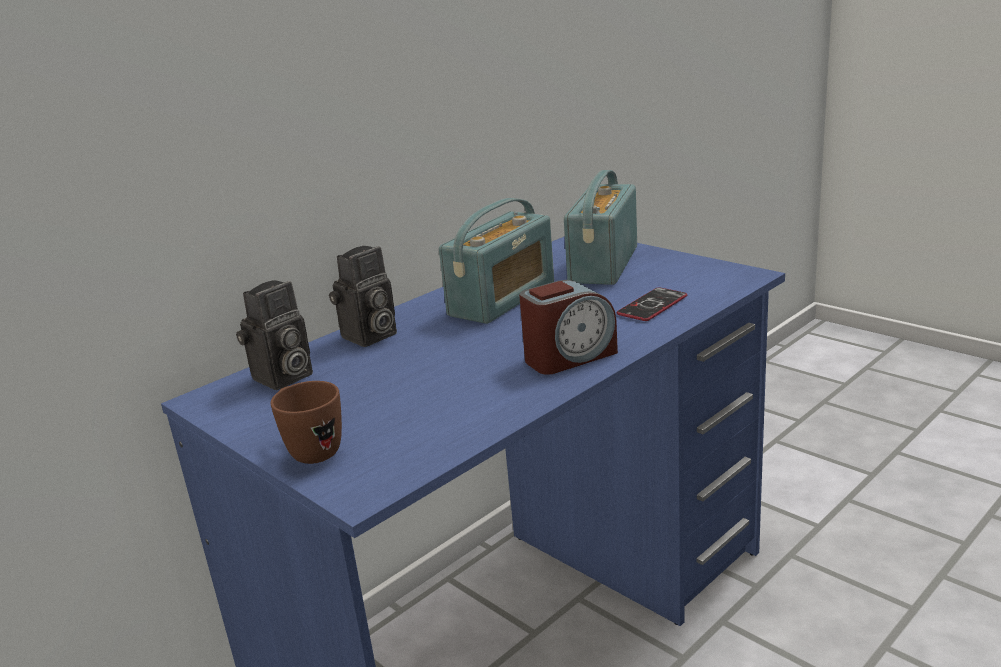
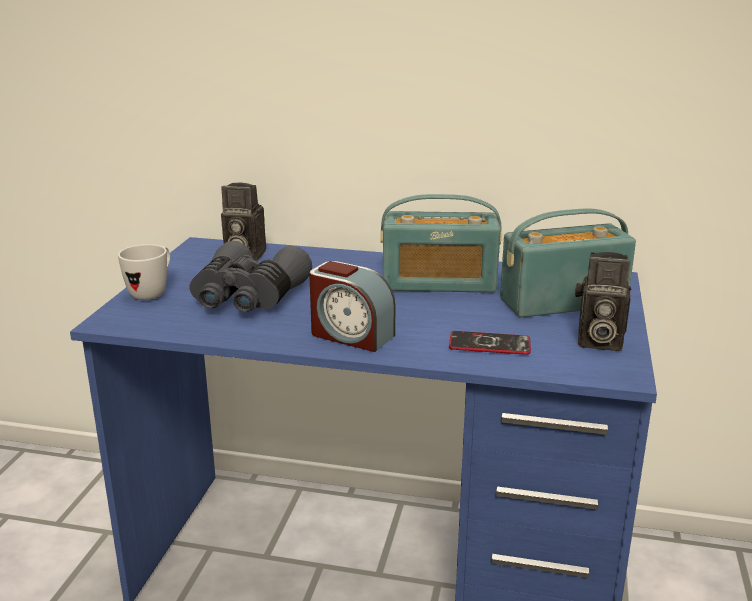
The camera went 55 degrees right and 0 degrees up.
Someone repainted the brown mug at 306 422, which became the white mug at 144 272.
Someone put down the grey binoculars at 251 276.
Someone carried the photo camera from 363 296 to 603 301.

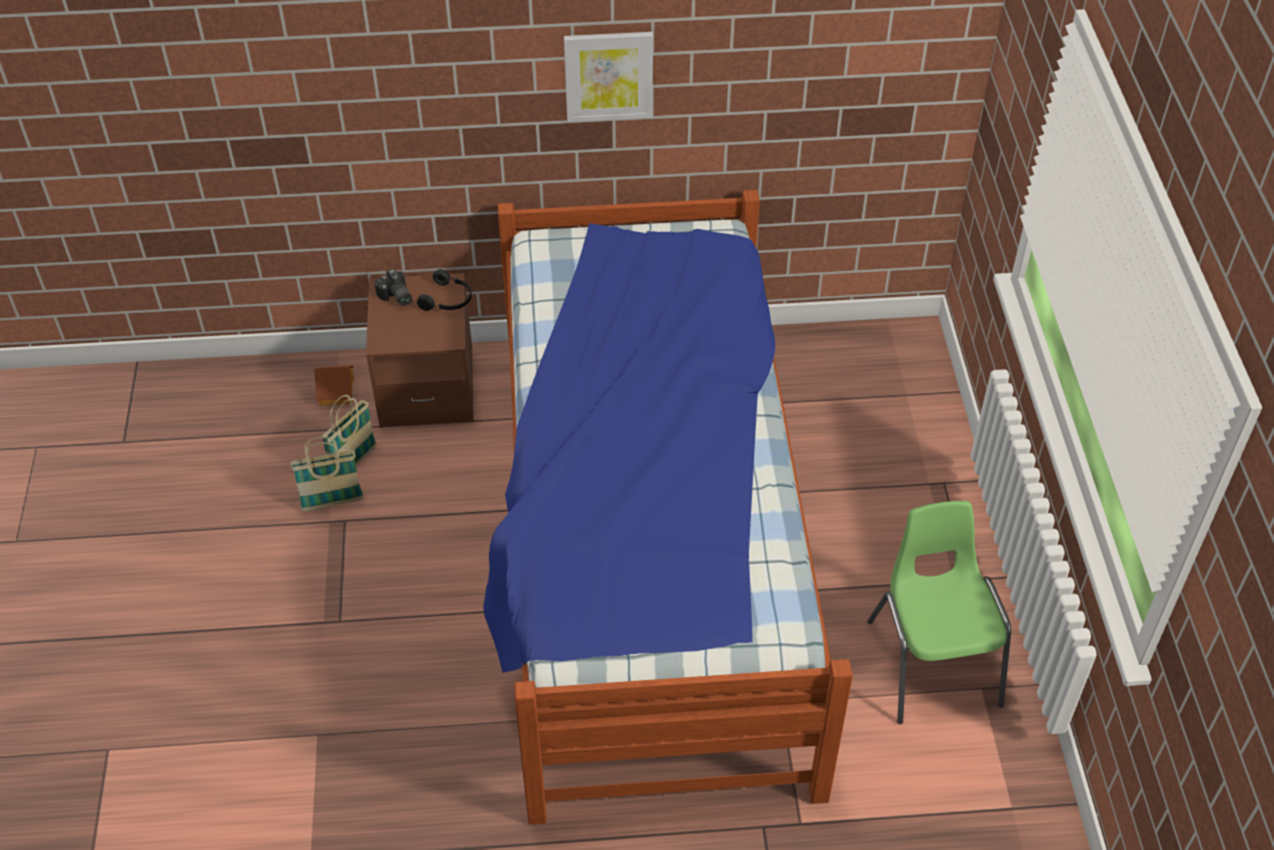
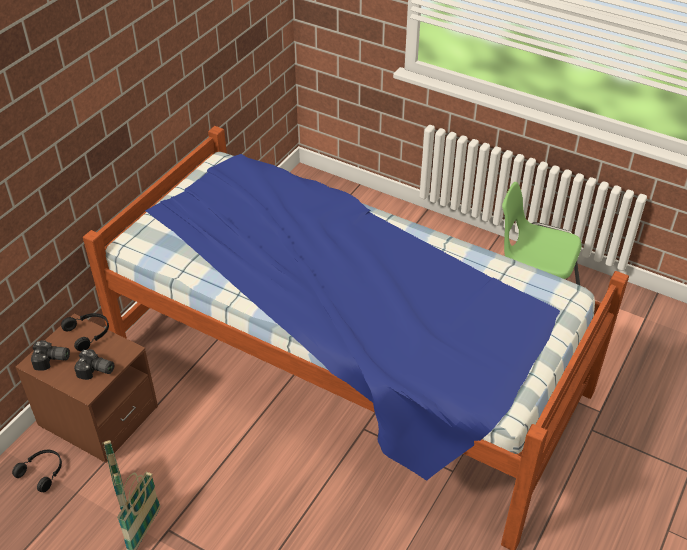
The camera went 55 degrees left and 5 degrees down.
Someone swapped the toy house at 334 386 for the black headphones at 37 471.
Someone put down the photo camera at 94 364.
Someone took away the picture at 608 77.

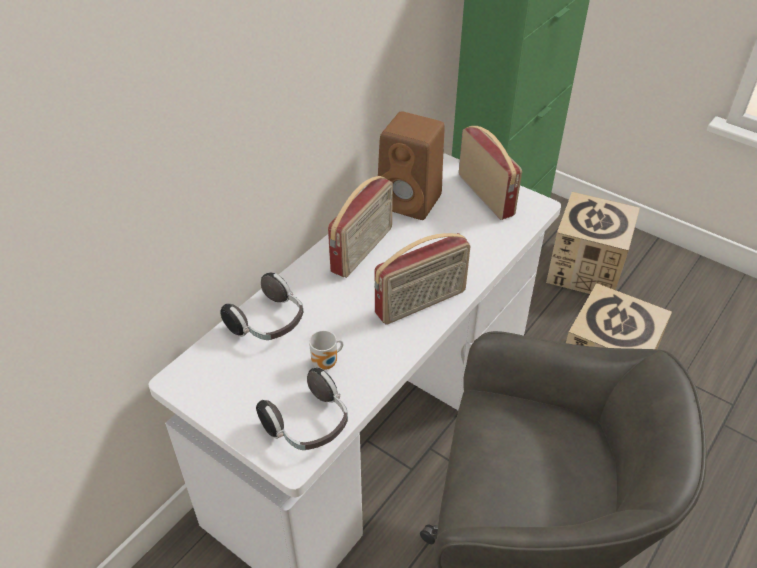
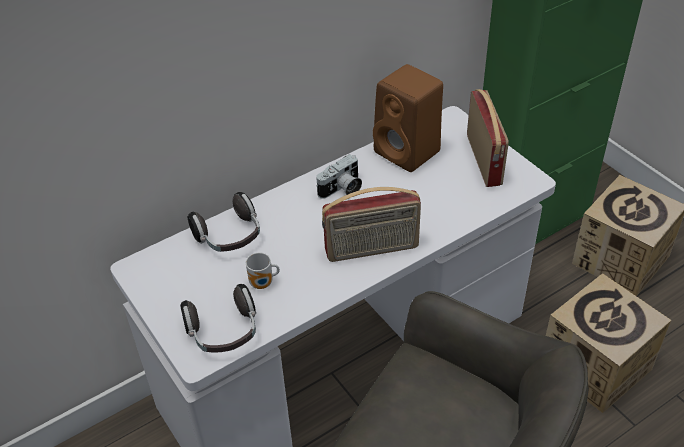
The camera went 20 degrees right and 0 degrees up.
Someone swapped the radio at 360 227 for the photo camera at 339 176.

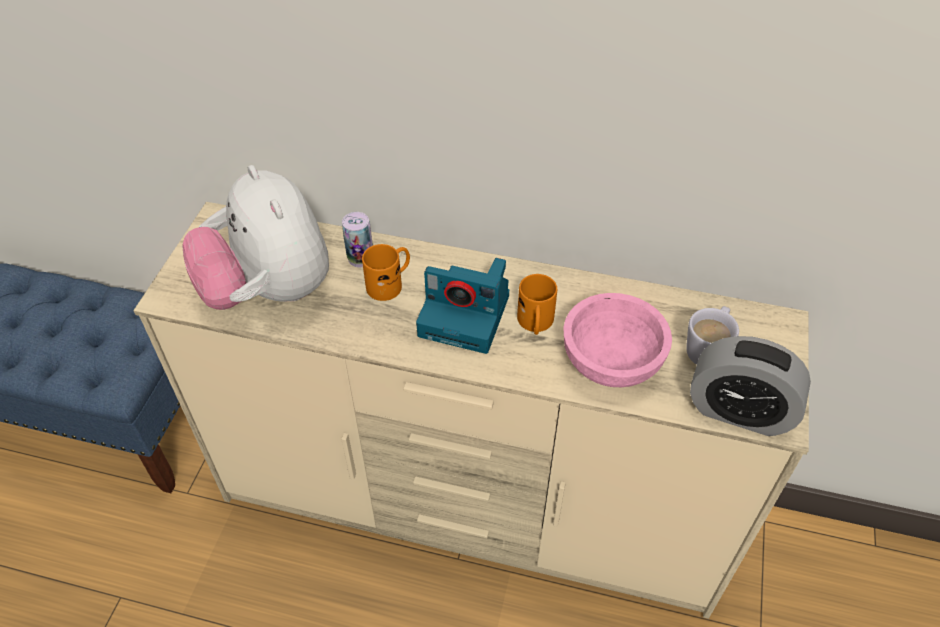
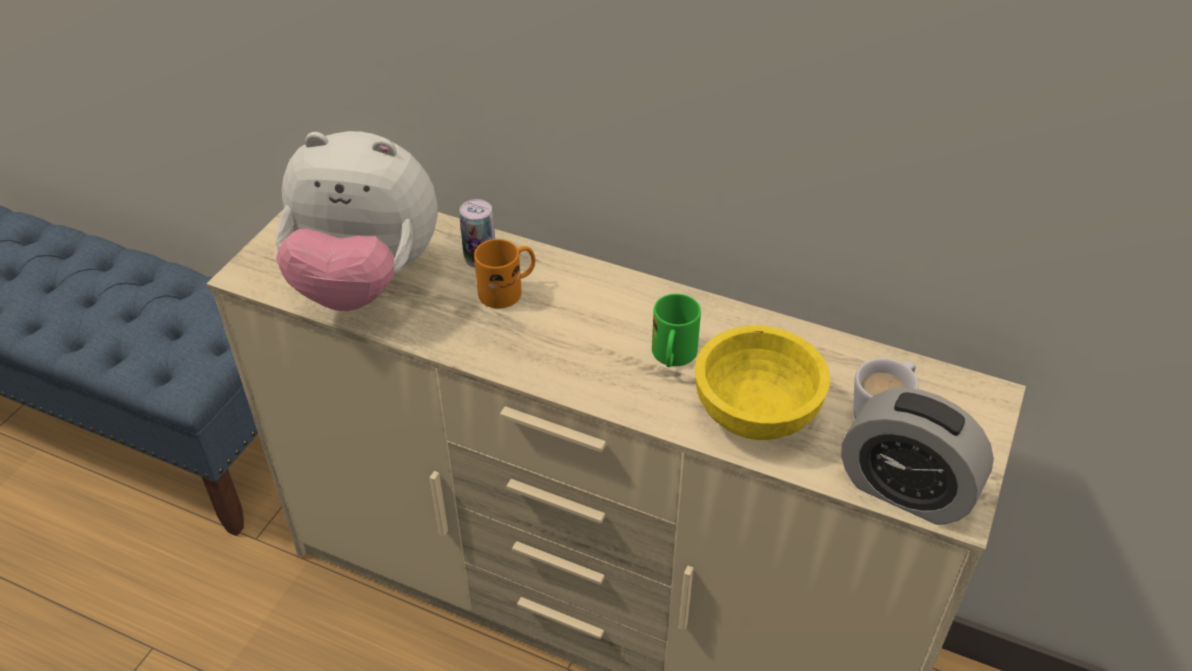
The camera went 10 degrees right and 5 degrees down.
Someone rotated the plush toy at 255 237 by 60 degrees counterclockwise.
Someone repainted the orange mug at 537 304, which became the green mug at 676 330.
Someone repainted the pink bowl at 618 340, which became the yellow bowl at 762 383.
Someone took away the photo camera at 462 306.

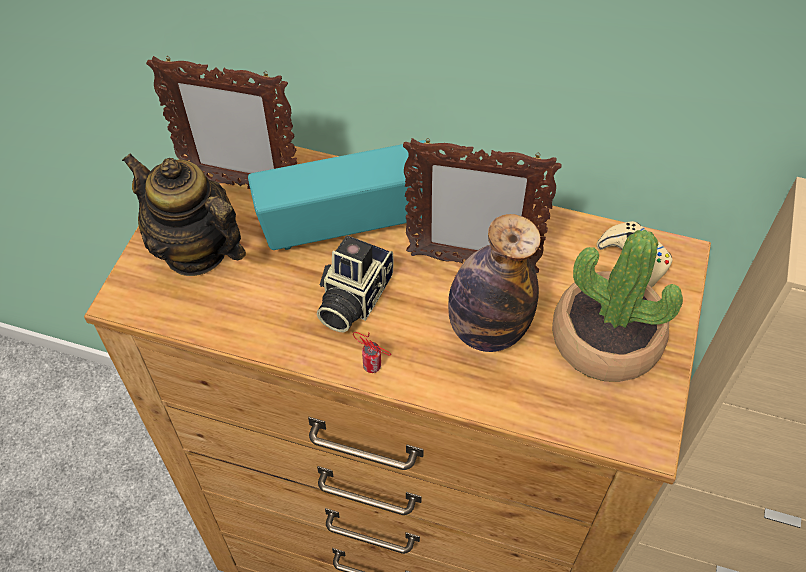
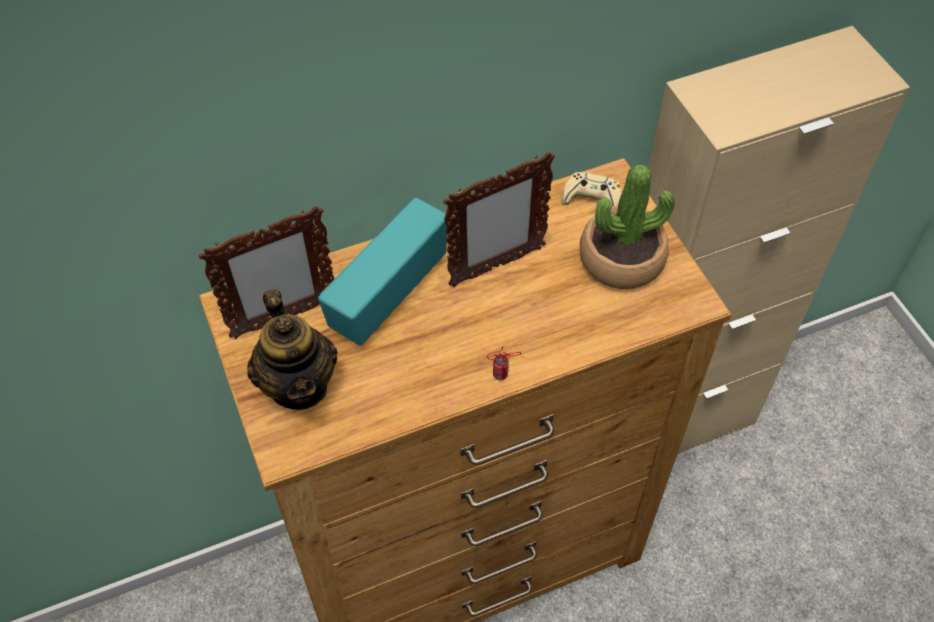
The camera went 40 degrees left and 0 degrees up.
Someone rotated the teapot at 184 214 by 105 degrees counterclockwise.
Someone took away the photo camera at 355 284.
Someone took away the bottle at 494 283.

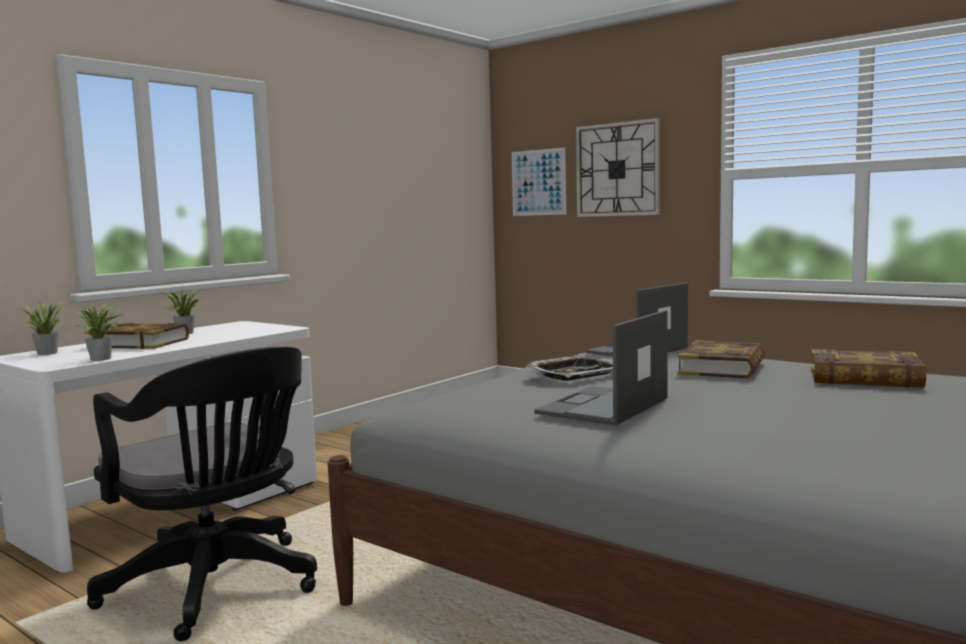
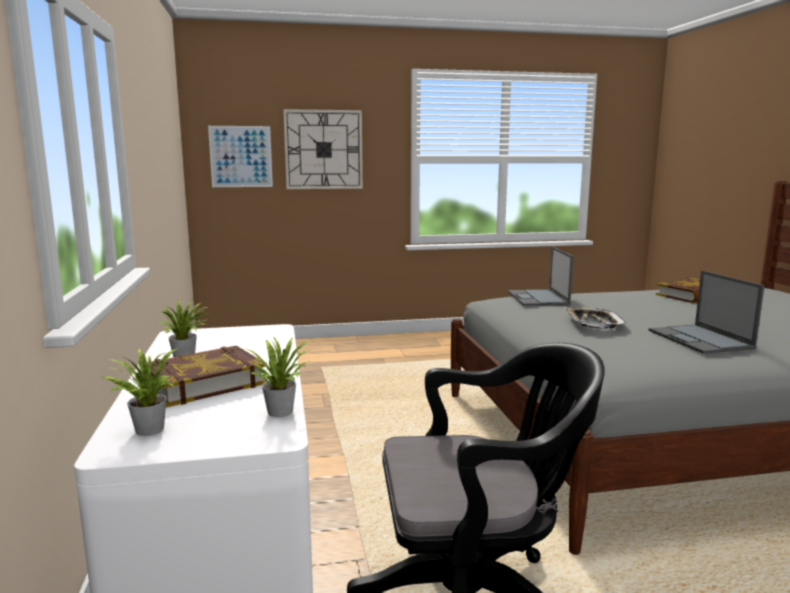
The camera went 50 degrees left and 5 degrees up.
Someone took away the book at 721 359.

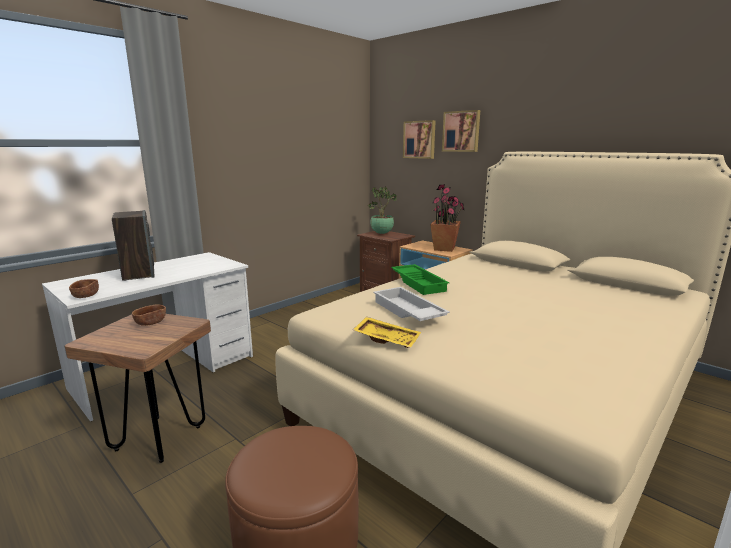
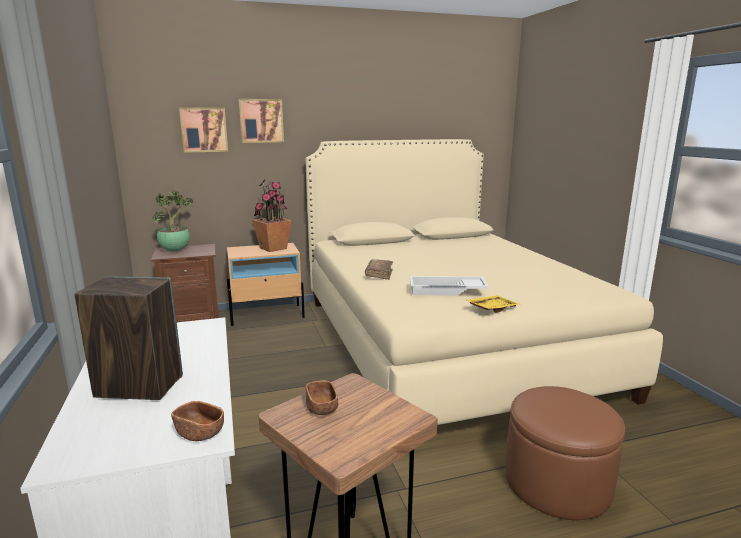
The camera went 60 degrees left and 0 degrees up.
Someone swapped the green tray at 420 279 for the brown book at 379 269.

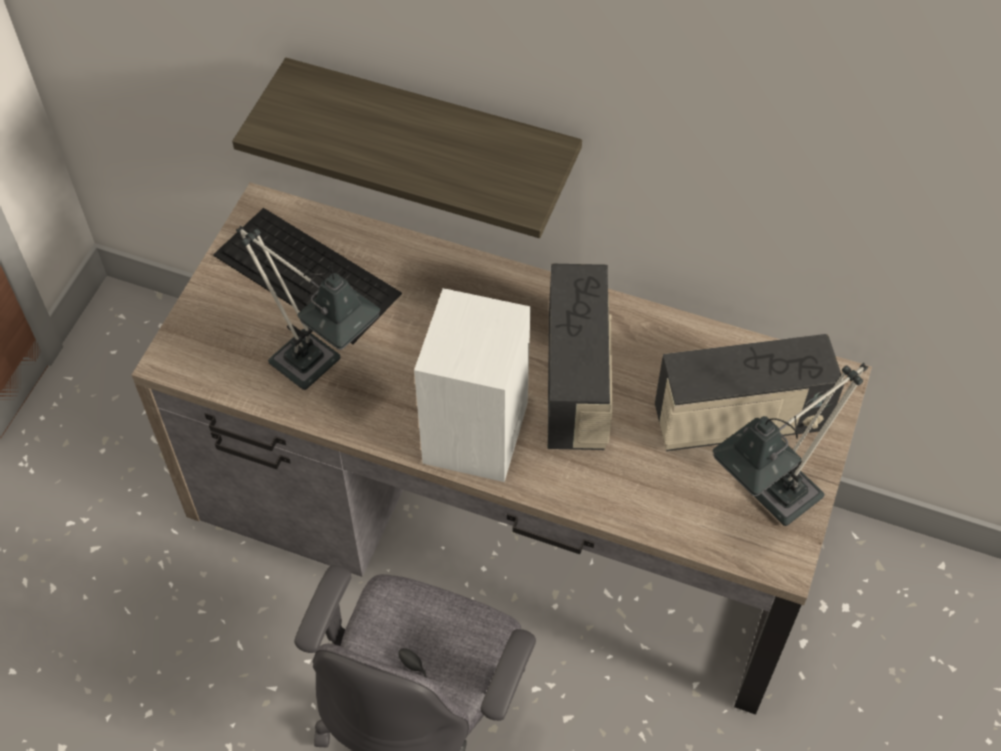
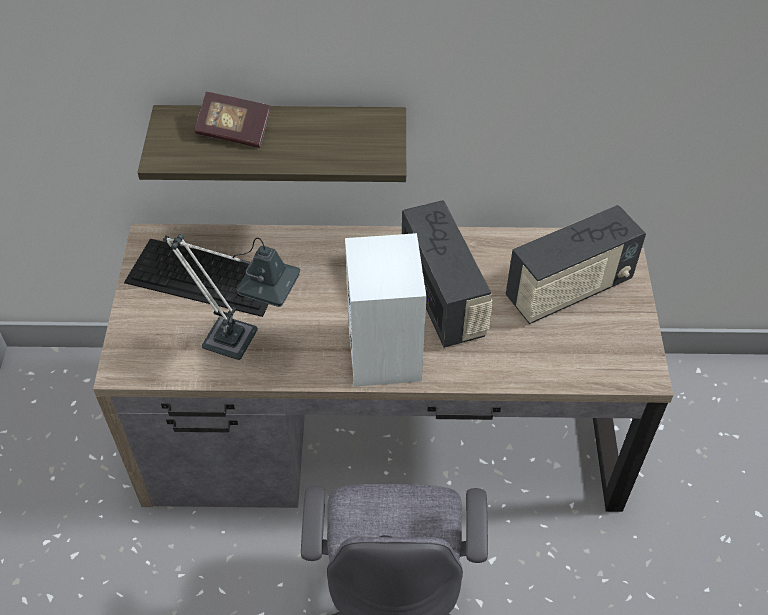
The camera went 20 degrees left and 5 degrees down.
Someone put down the book at 232 120.
Someone took away the table lamp at 790 444.

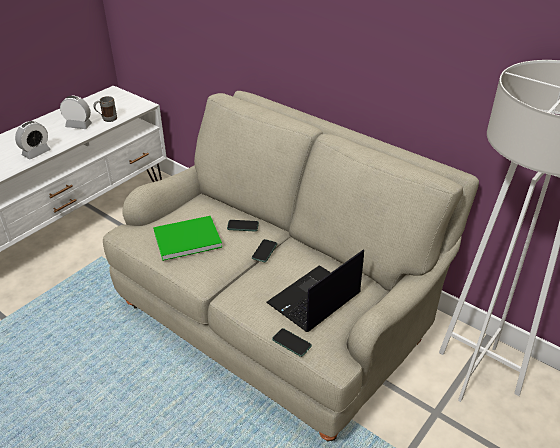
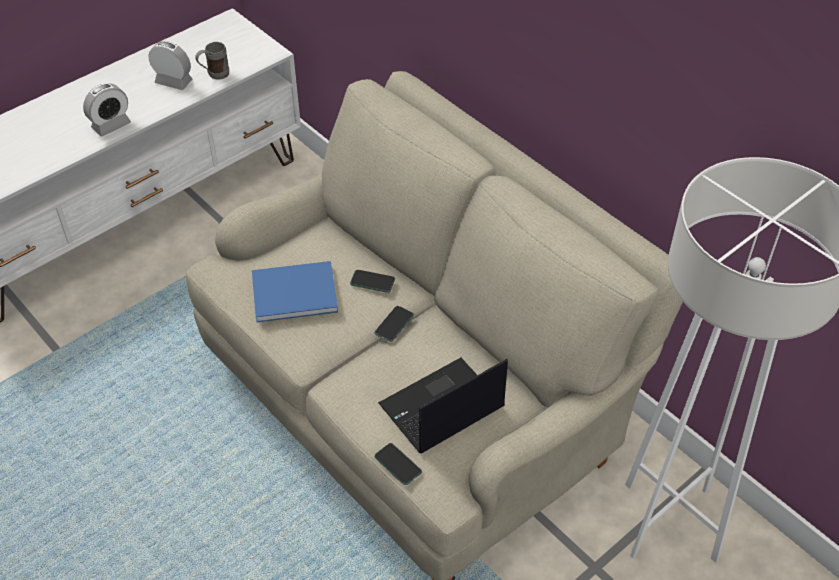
The camera went 10 degrees right and 10 degrees up.
Someone repainted the green book at 187 238, which became the blue book at 295 291.

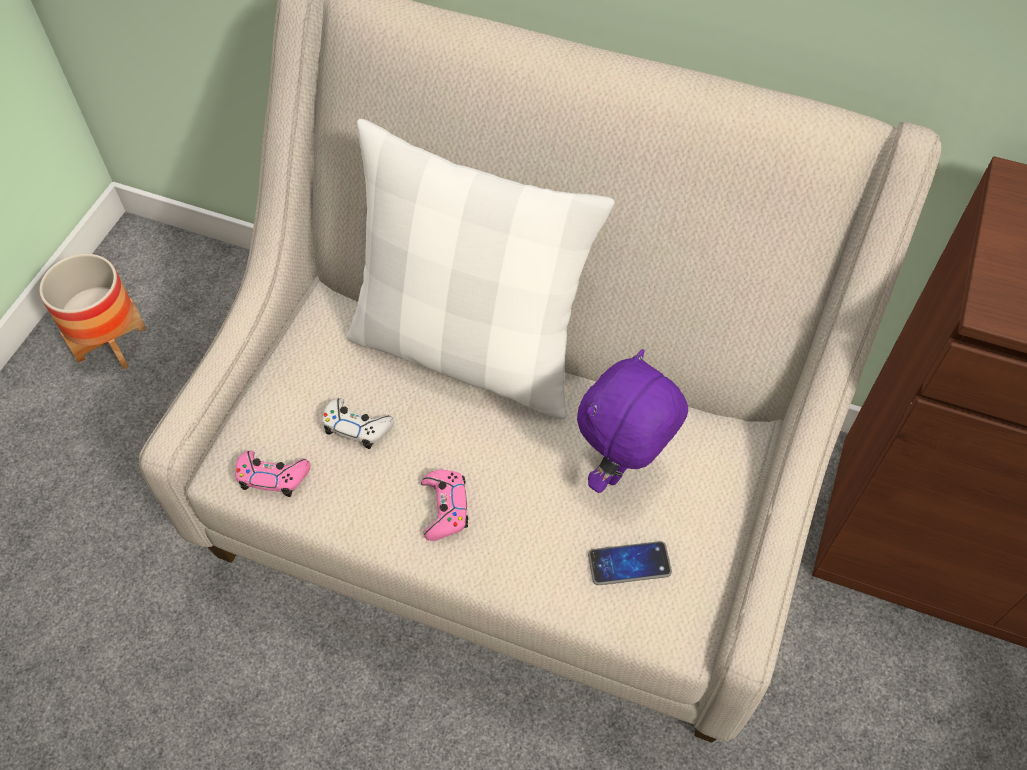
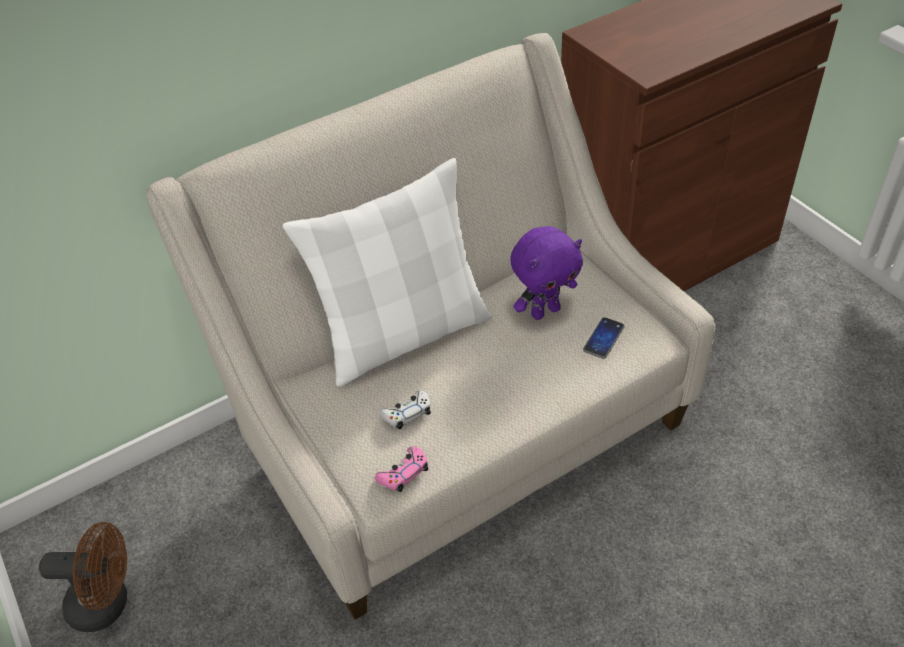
The camera went 50 degrees left and 10 degrees down.
Someone swapped the planter at 92 311 for the brown fan at 83 577.
Someone rotated the purple plush toy at 632 421 by 105 degrees counterclockwise.
Someone took away the pink game controller at 444 505.

